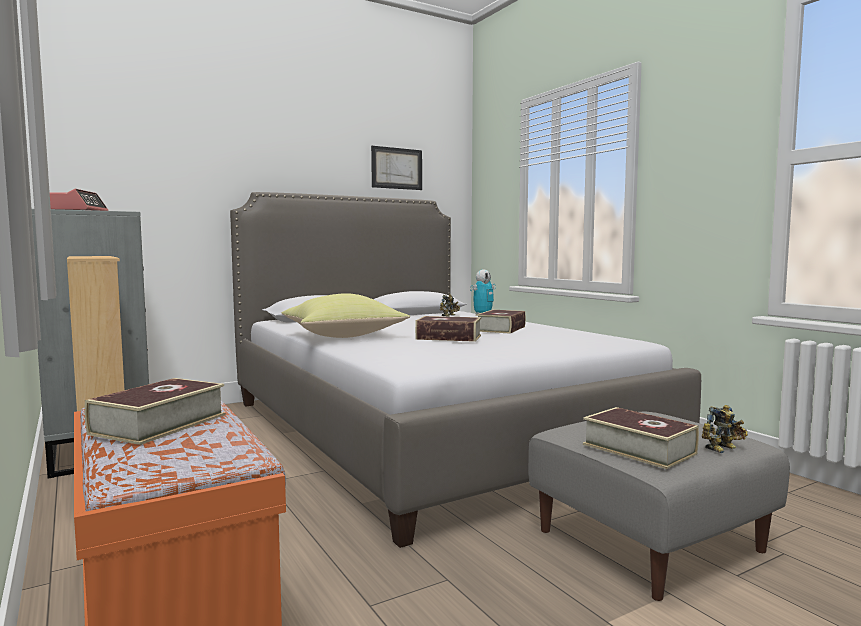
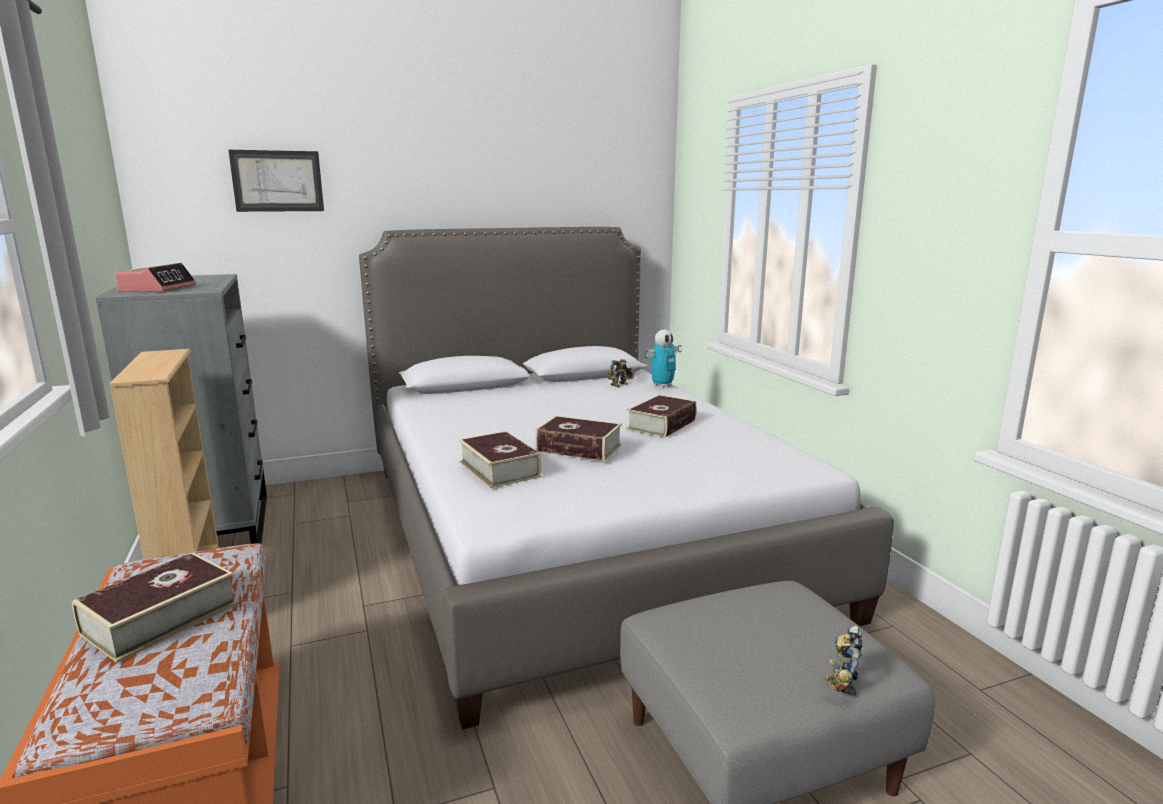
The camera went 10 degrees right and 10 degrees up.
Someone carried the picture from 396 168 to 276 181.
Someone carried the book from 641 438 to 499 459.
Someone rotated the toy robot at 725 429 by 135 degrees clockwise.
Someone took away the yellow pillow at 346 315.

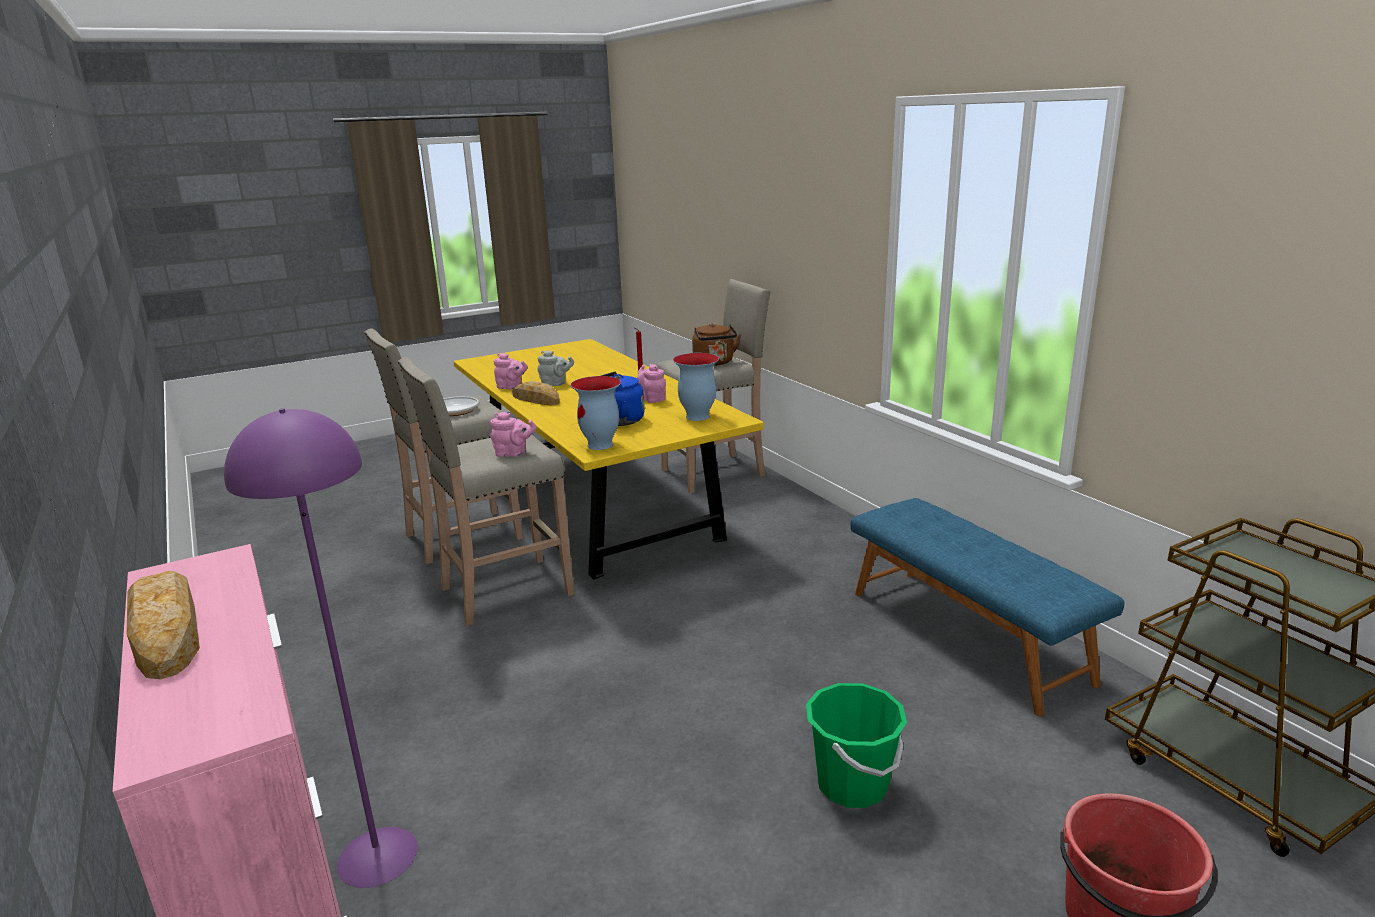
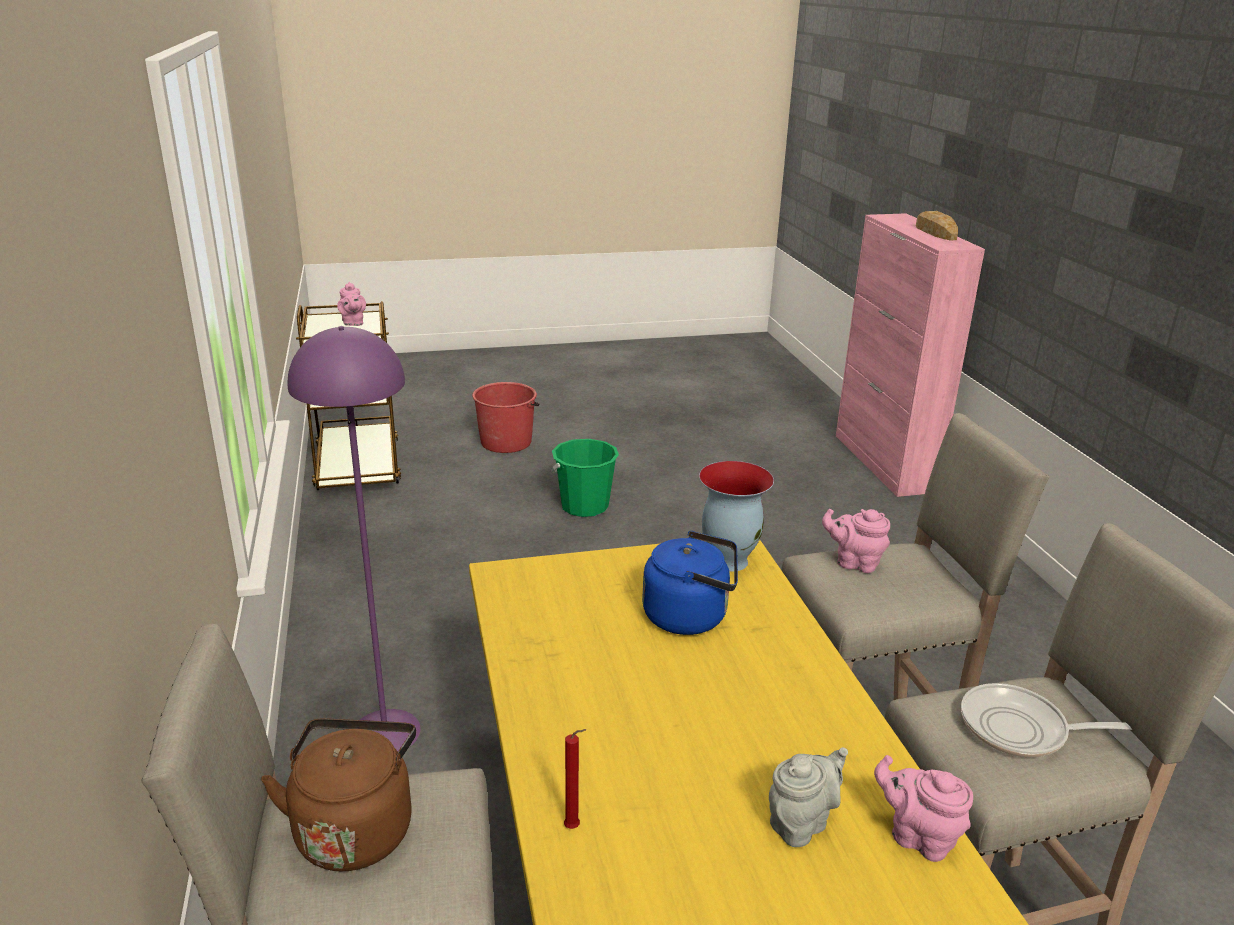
The camera went 165 degrees left and 5 degrees up.
Someone carried the purple floor lamp from 321 648 to 354 538.
Someone carried the pink teapot from 651 383 to 351 304.
Someone rotated the grey teapot at 556 368 by 120 degrees clockwise.
Someone took away the bread at 536 393.
Someone took away the vase at 696 387.
Someone took away the blue bench at 987 607.

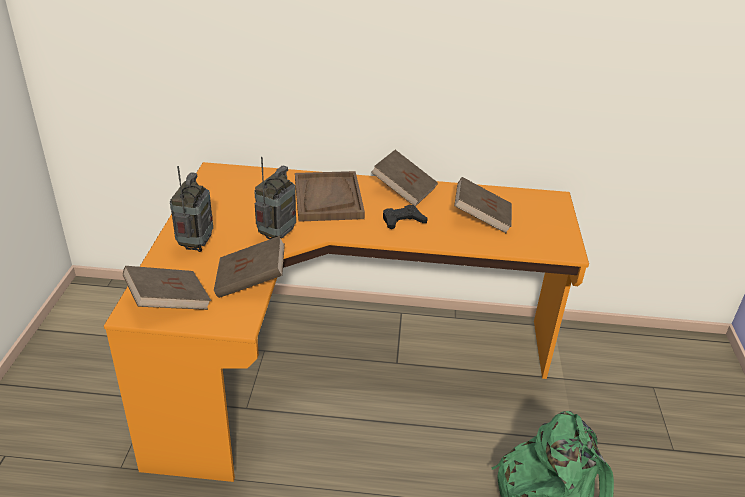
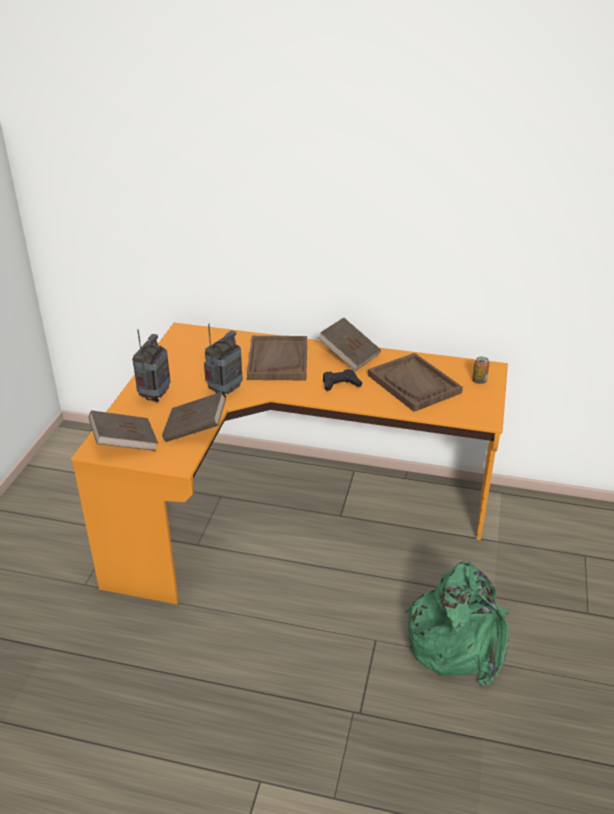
The camera went 10 degrees right and 0 degrees up.
Someone swapped the brown book at 483 205 for the brown tray at 415 382.
Someone put down the can at 480 370.

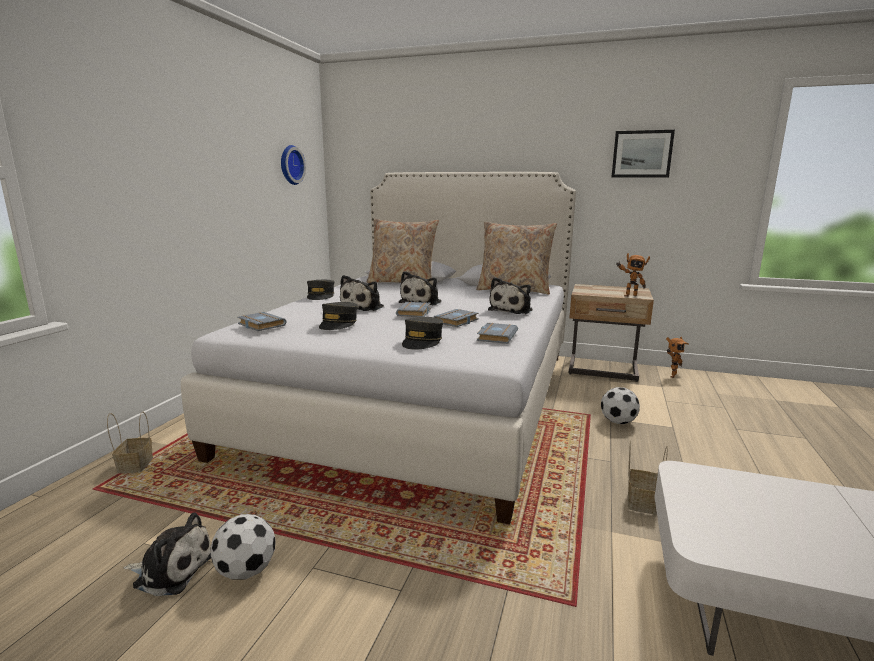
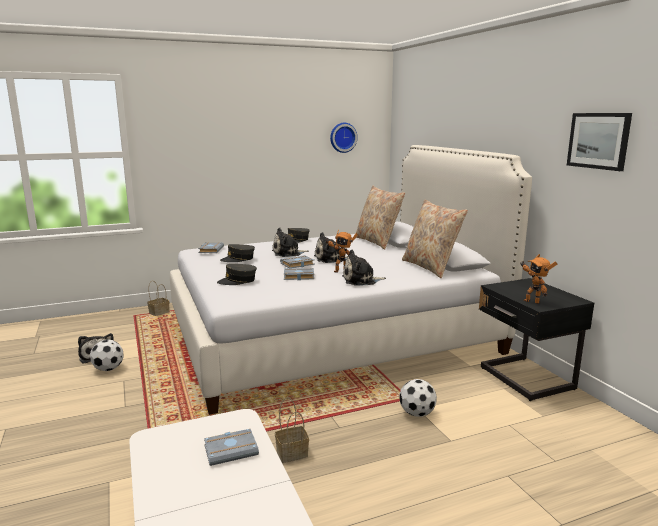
The camera went 50 degrees right and 0 degrees up.
Someone carried the grey book from 497 333 to 231 447.
Someone carried the toy robot from 677 357 to 341 251.
Someone repainted the beige nightstand at 611 333, which became the black nightstand at 536 339.

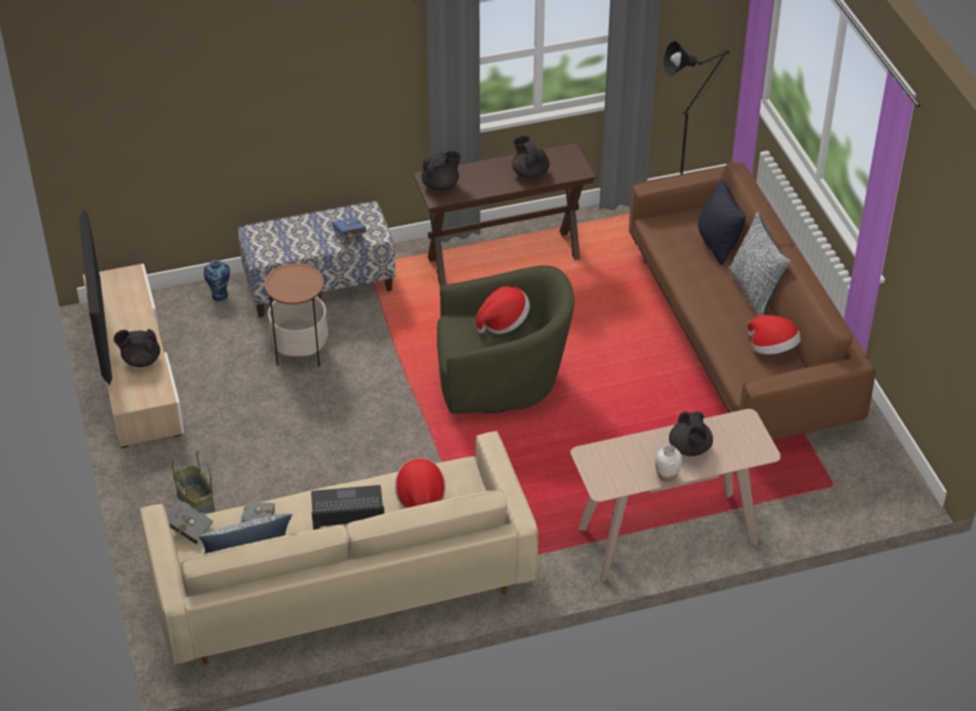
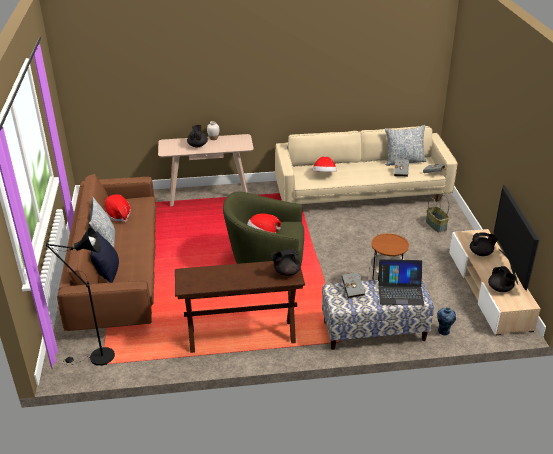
The camera went 170 degrees left and 10 degrees down.
Someone repainted the blue book at 349 227, which became the grey book at 353 285.
Someone carried the laptop from 347 507 to 401 282.
Someone carried the black teapot from 531 157 to 502 279.

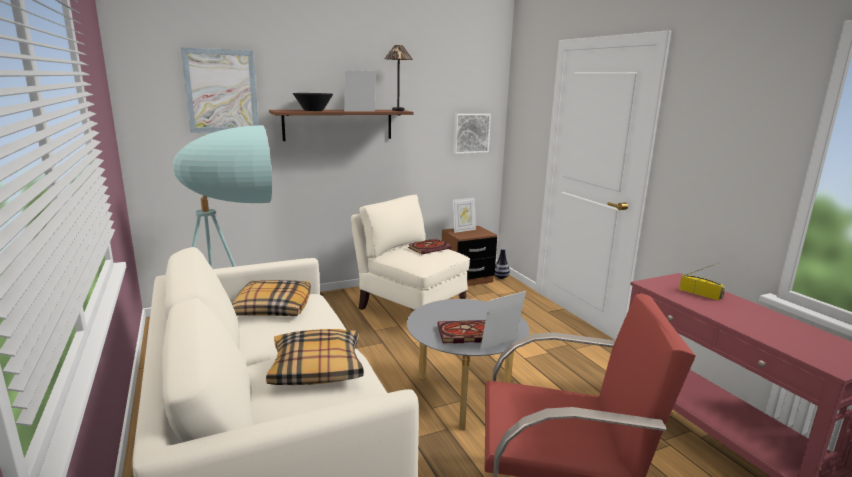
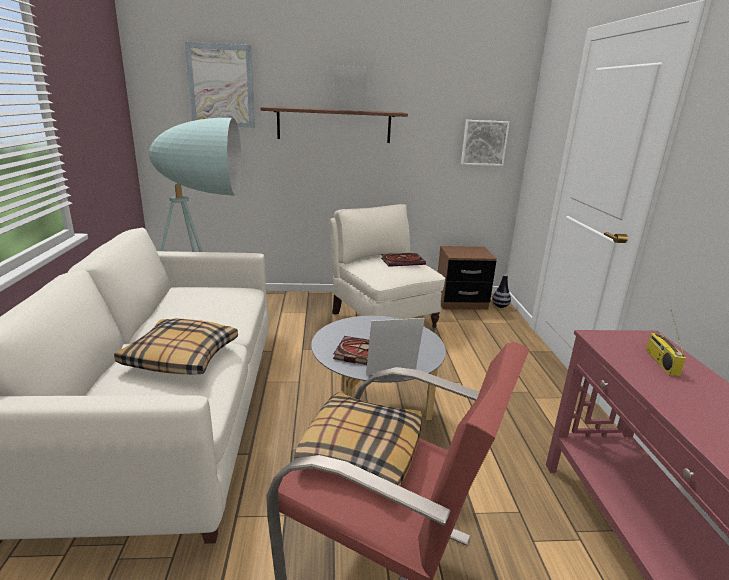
The camera went 20 degrees right and 5 degrees up.
Someone carried the pillow from 271 298 to 358 439.
Someone rotated the radio at 702 281 by 150 degrees counterclockwise.
Someone took away the black bowl at 313 102.
Someone took away the table lamp at 399 78.
Someone took away the picture frame at 464 215.

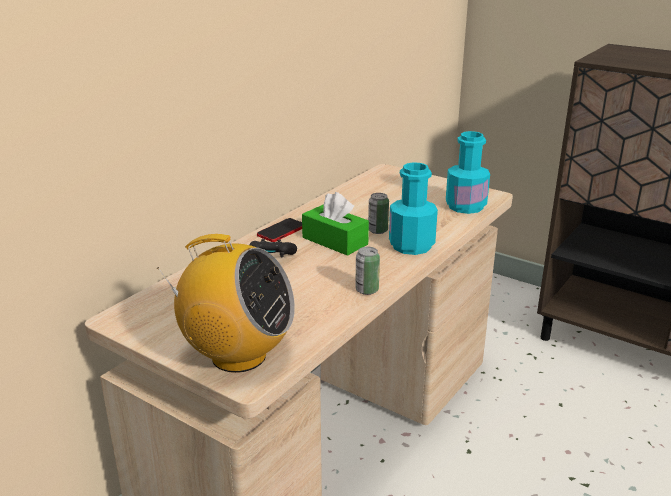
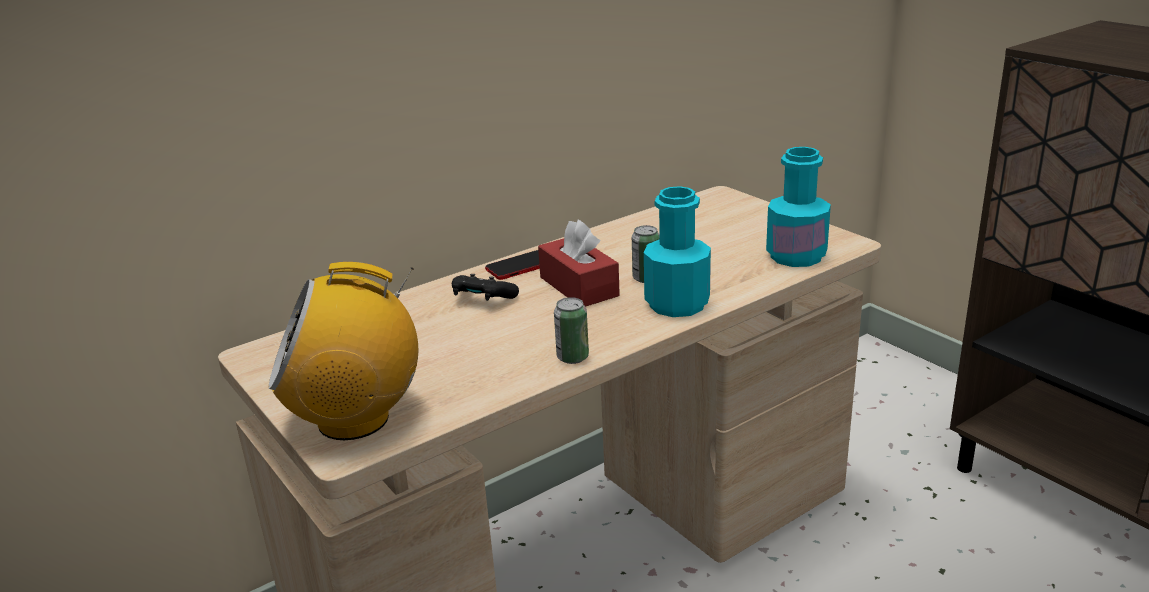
The camera went 20 degrees right and 0 degrees up.
Someone rotated the radio at 226 303 by 135 degrees clockwise.
Someone repainted the green tissue box at 335 224, which became the red tissue box at 579 263.

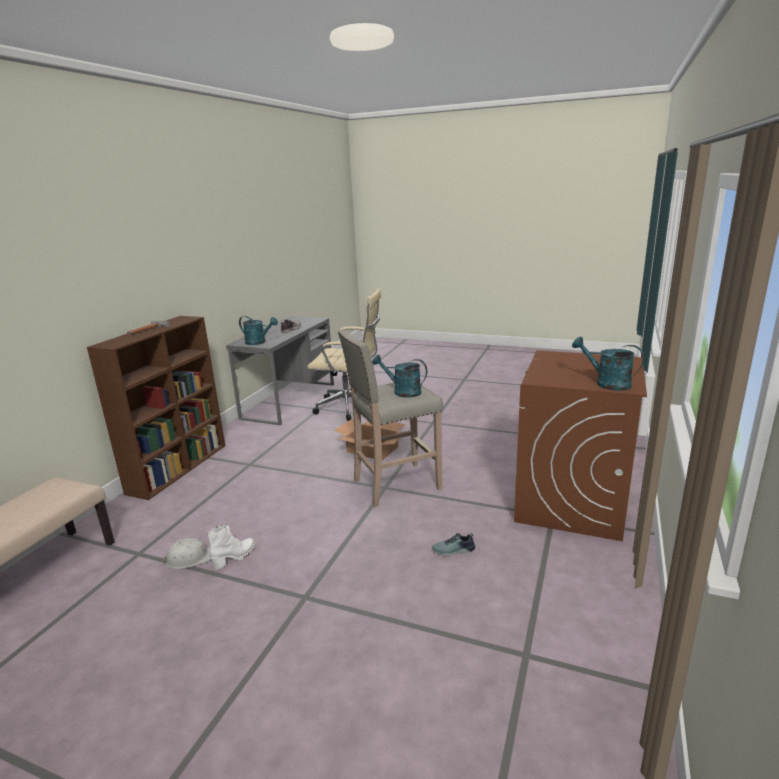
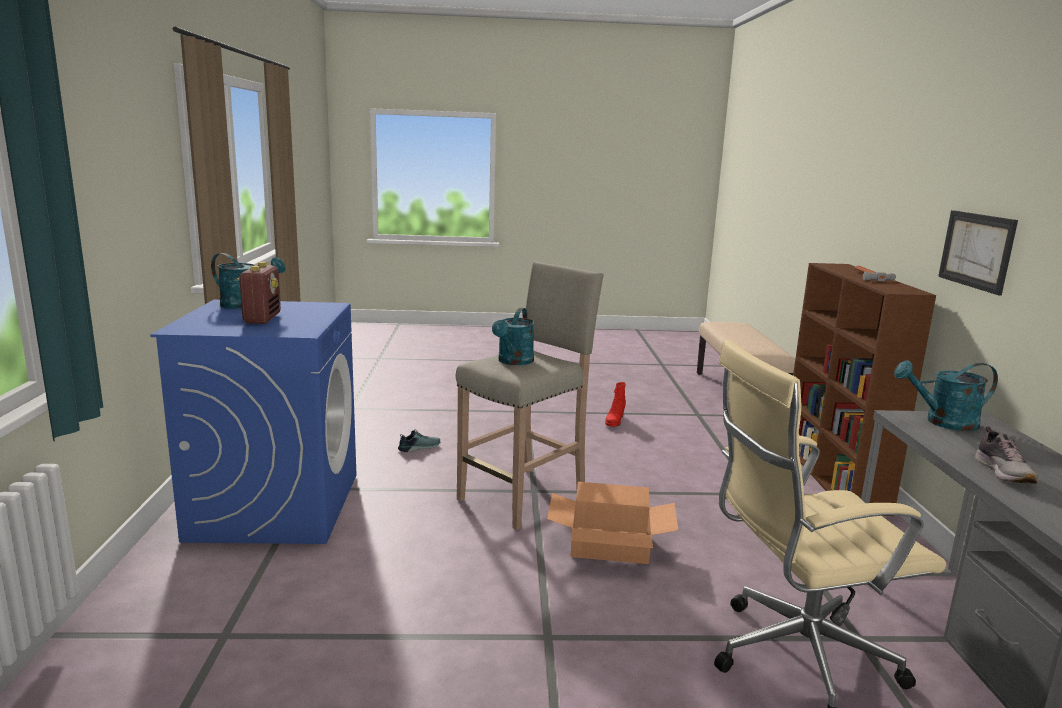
The camera went 155 degrees right and 5 degrees down.
Someone repainted the brown washing machine at 580 445, which became the blue washing machine at 253 422.
Someone put down the radio at 259 293.
Someone rotated the turquoise watering can at 399 376 by 105 degrees clockwise.
Someone repainted the white boot at 231 547, which became the red boot at 615 404.
Someone put up the picture at 978 253.
Someone took away the white hard hat at 186 553.

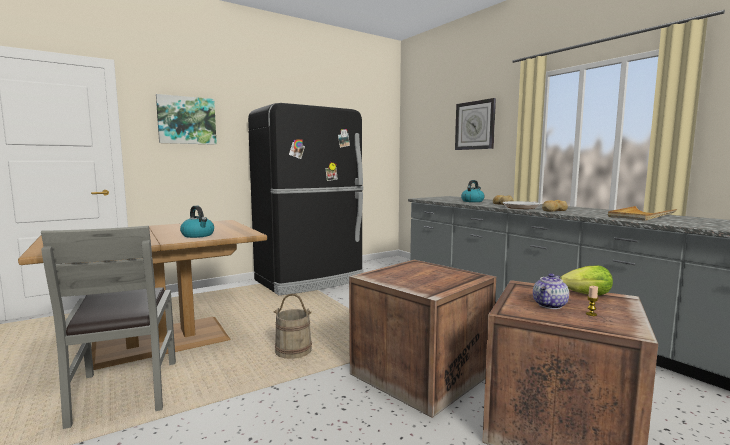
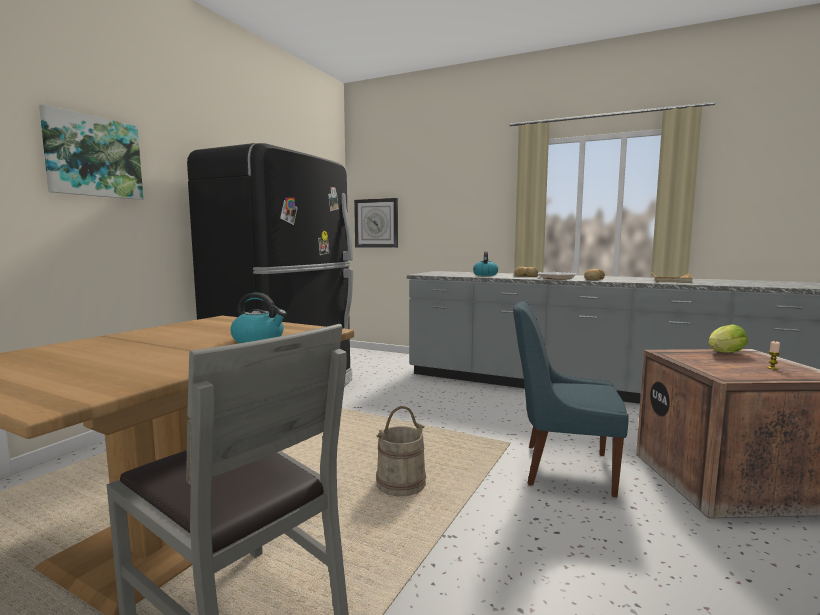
The camera went 30 degrees left and 0 degrees up.
Someone carried the wall clock from 475 124 to 376 223.
Someone swapped the crate at 422 339 for the blue chair at 571 399.
Someone took away the teapot at 551 291.

